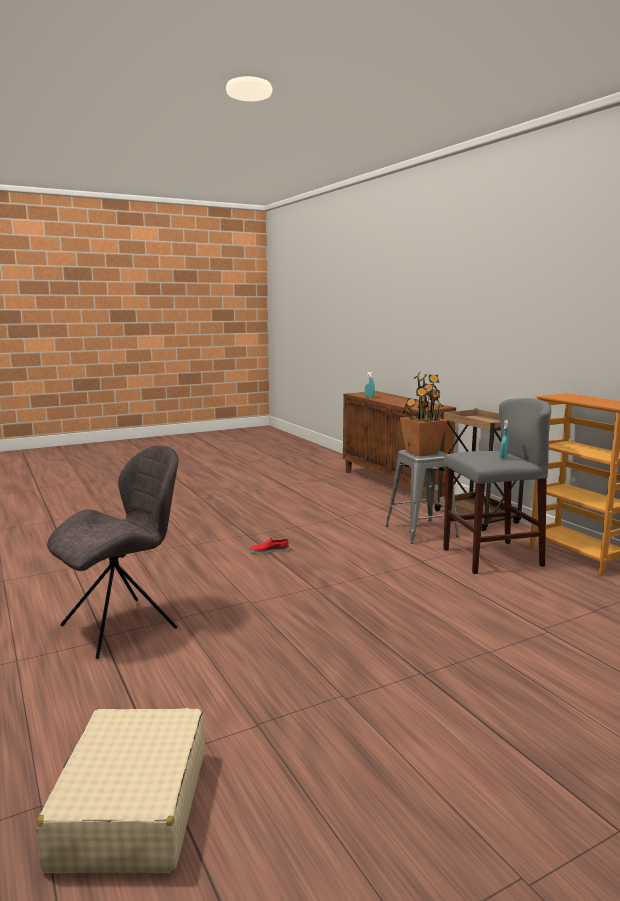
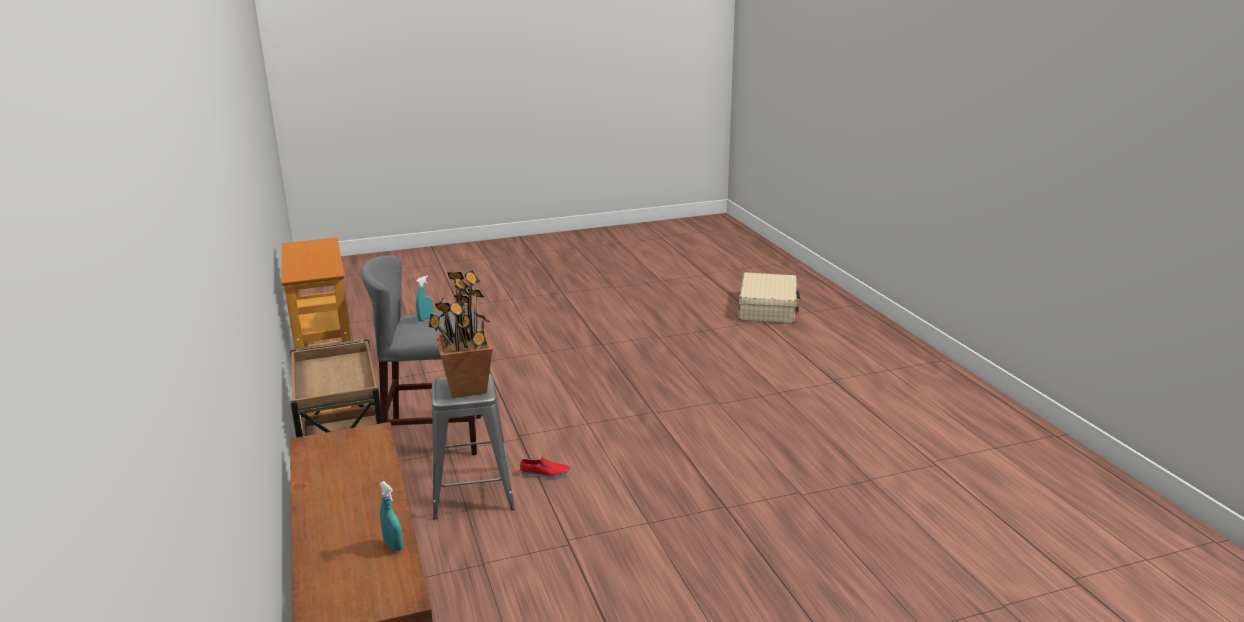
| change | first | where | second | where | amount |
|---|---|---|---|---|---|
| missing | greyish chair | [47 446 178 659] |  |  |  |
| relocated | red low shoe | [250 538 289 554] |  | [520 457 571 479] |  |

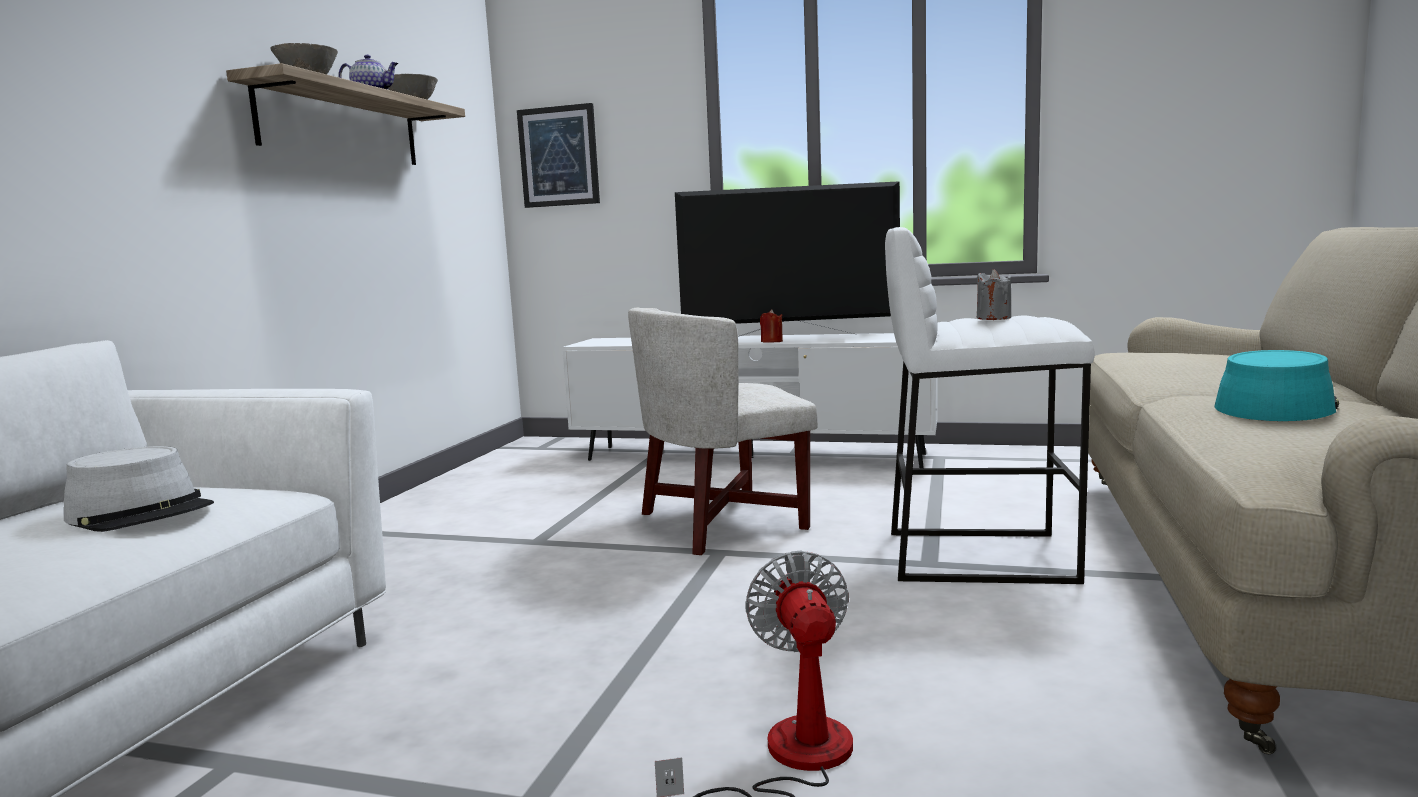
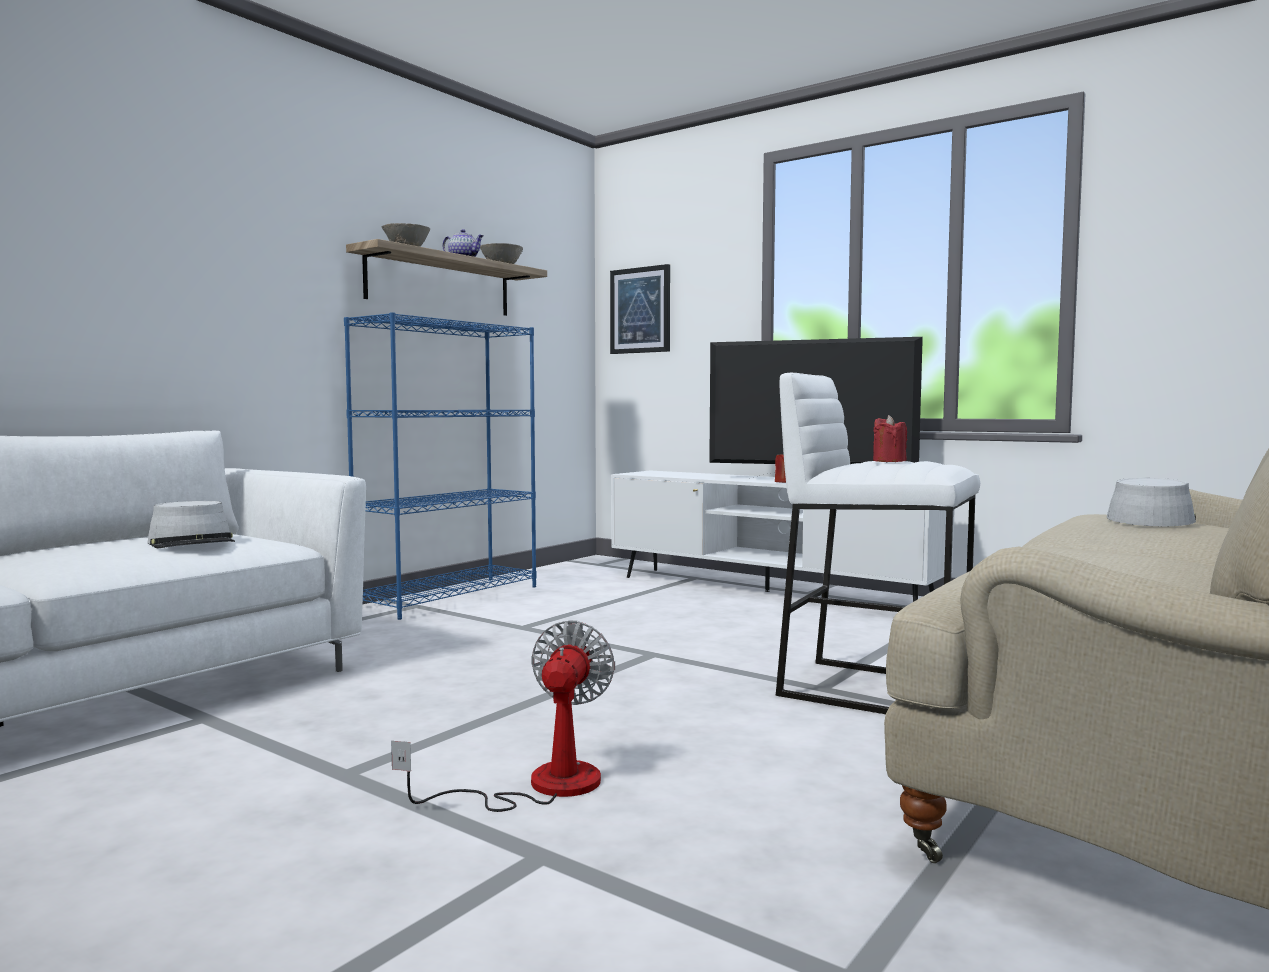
| change | first | where | second | where | amount |
|---|---|---|---|---|---|
| missing | white armchair | [628 308 818 555] |  |  |  |
| colour | greyish candle | [977 269 1011 320] | red candle | [873 415 907 462] |  |
| missing | blue-green hat | [1215 350 1339 421] |  |  |  |
| appeared |  |  | blue shelving unit | [344 312 537 620] |  |
| appeared |  |  | greyish hat | [1107 478 1196 526] |  |

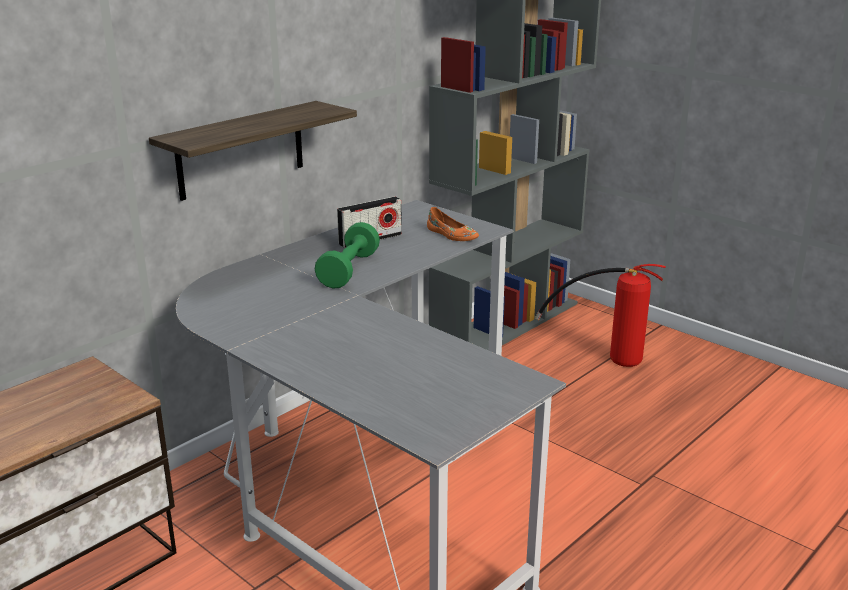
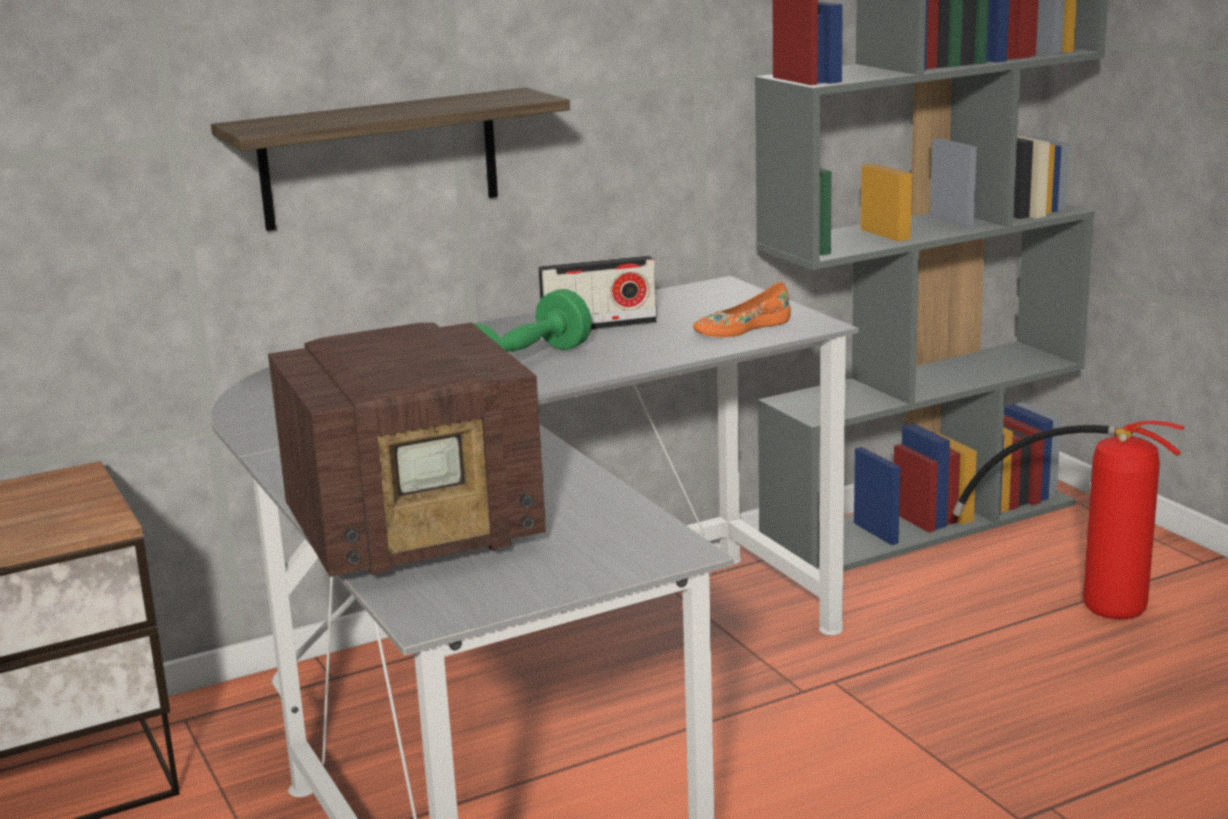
| change | first | where | second | where | amount |
|---|---|---|---|---|---|
| spun | orange-coloured low shoe | [427 207 479 241] |  | [693 282 791 337] | 90 degrees clockwise |
| appeared |  |  | radio receiver | [268 322 546 577] |  |

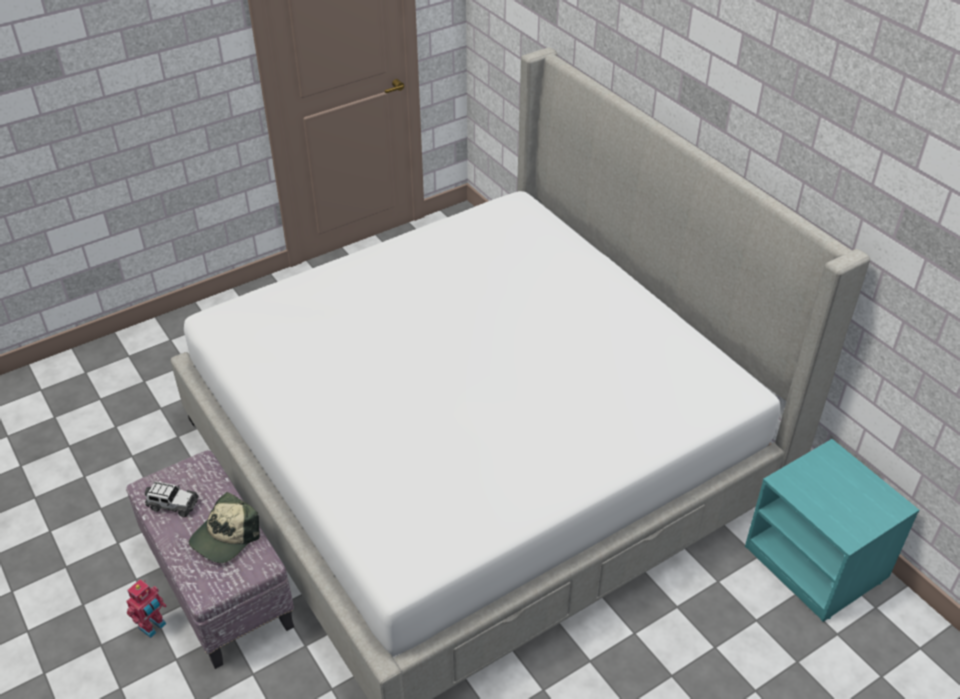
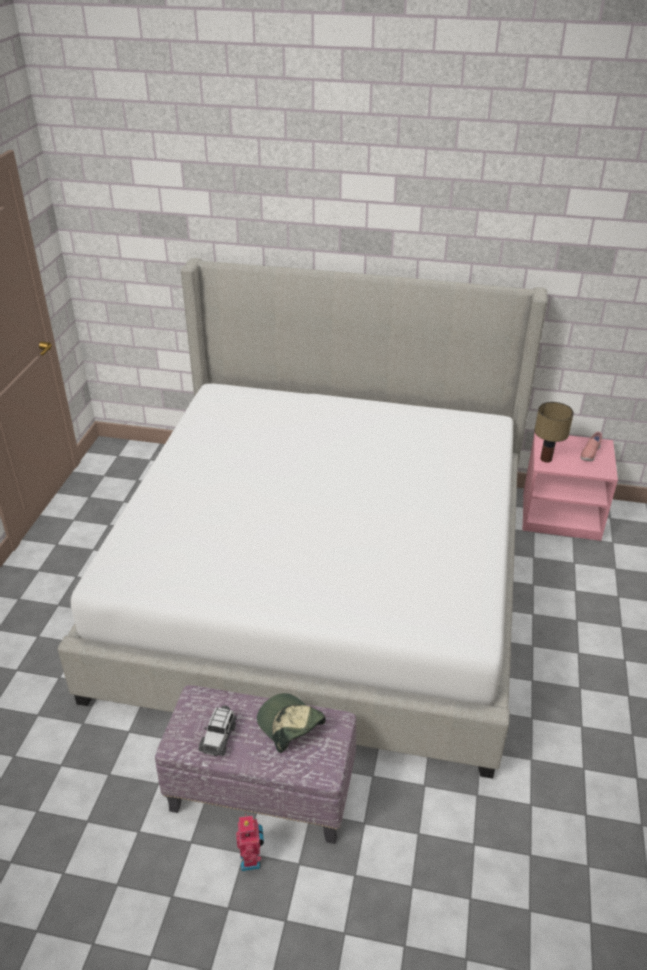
| change | first | where | second | where | amount |
|---|---|---|---|---|---|
| spun | miniature car | [145 481 199 517] |  | [199 705 236 756] | 135 degrees clockwise |
| spun | baseball cap | [189 492 260 563] |  | [257 693 326 753] | 150 degrees clockwise |
| colour | blue-green bedside table | [745 439 919 622] | pink bedside table | [522 431 618 541] |  |
| appeared |  |  | tabletop lamp | [534 402 574 463] |  |
| appeared |  |  | pink low shoe | [580 432 602 461] |  |

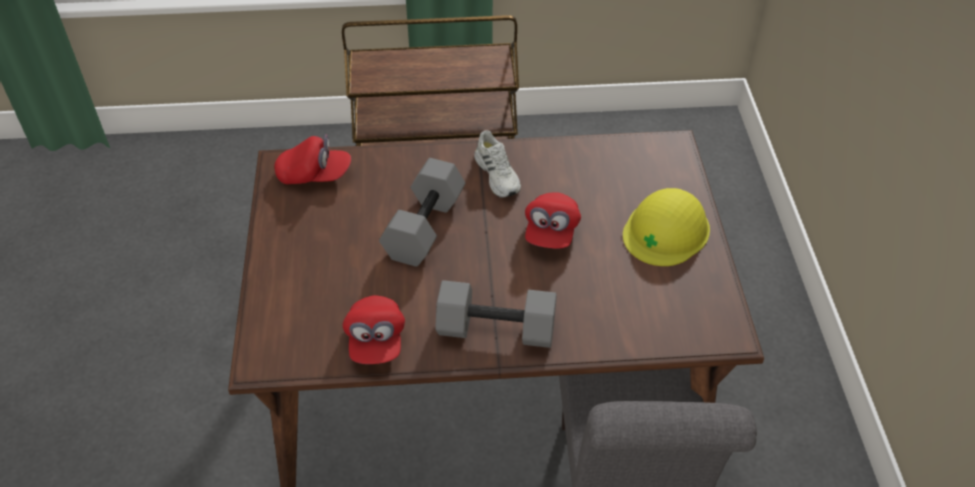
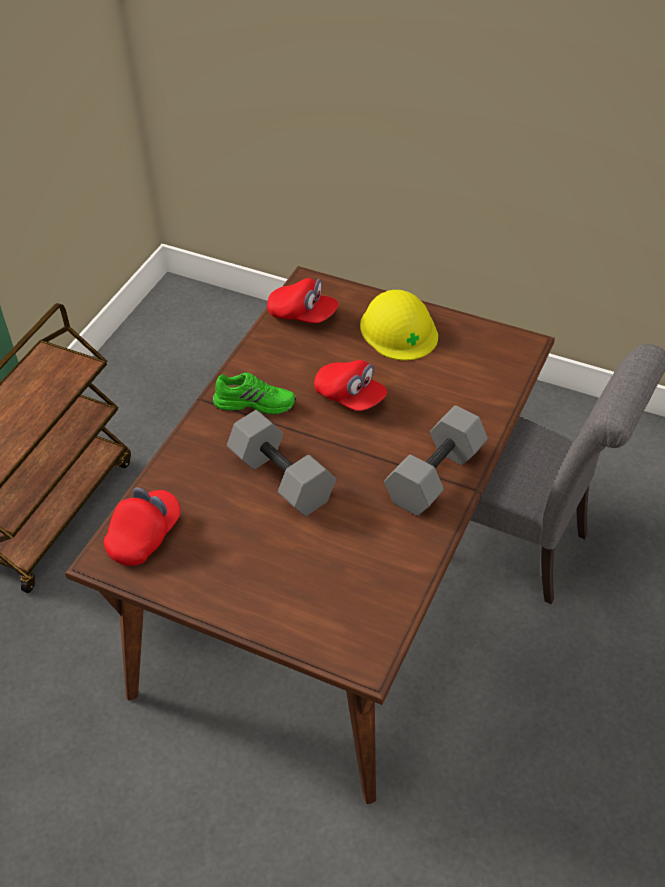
| change | first | where | second | where | amount |
|---|---|---|---|---|---|
| relocated | red baseball cap | [343 295 405 364] |  | [267 278 339 323] |  |
| colour | white low shoe | [474 130 521 198] | green low shoe | [213 373 296 415] |  |

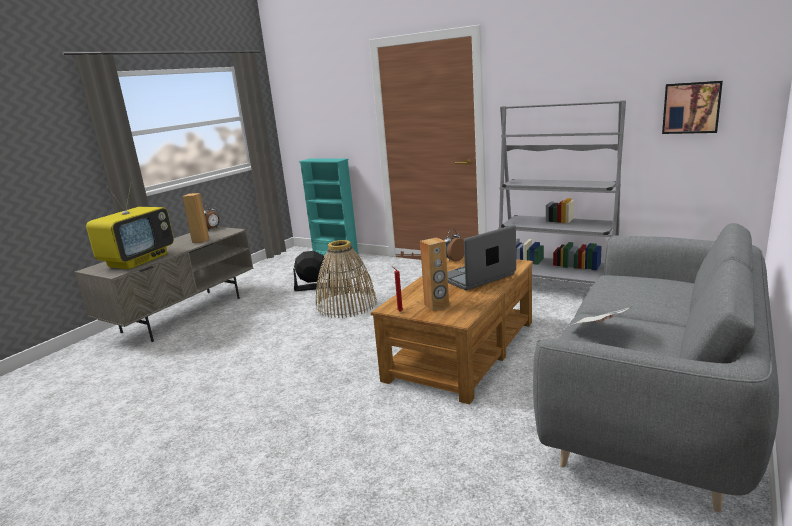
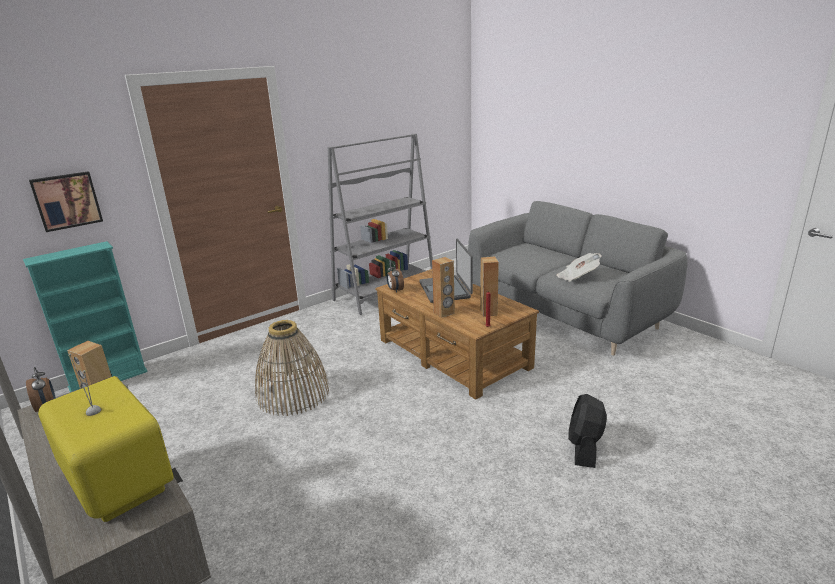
| change | first | where | second | where | amount |
|---|---|---|---|---|---|
| relocated | black-coloured electric fan | [293 251 330 291] |  | [568 394 607 468] |  |
| relocated | picture | [662 81 723 134] |  | [29 171 103 232] |  |
| appeared |  |  | brown-coloured audio speaker | [432 257 455 318] |  |

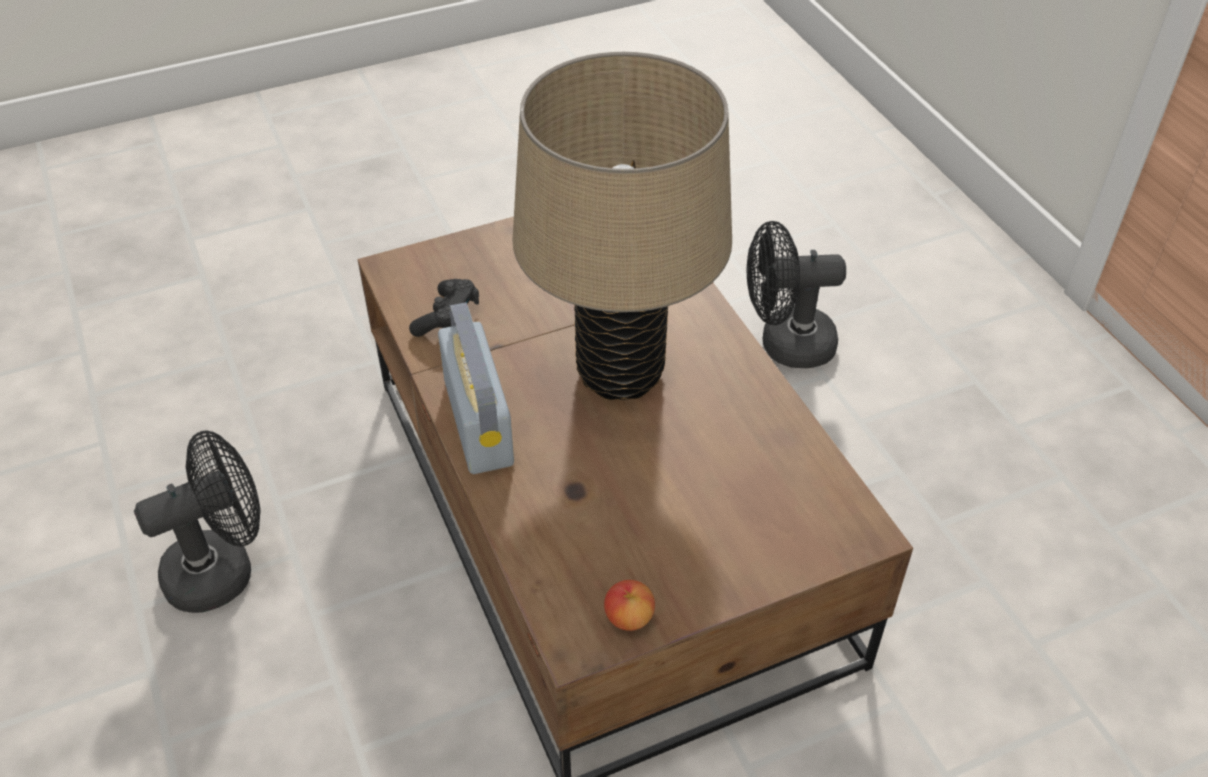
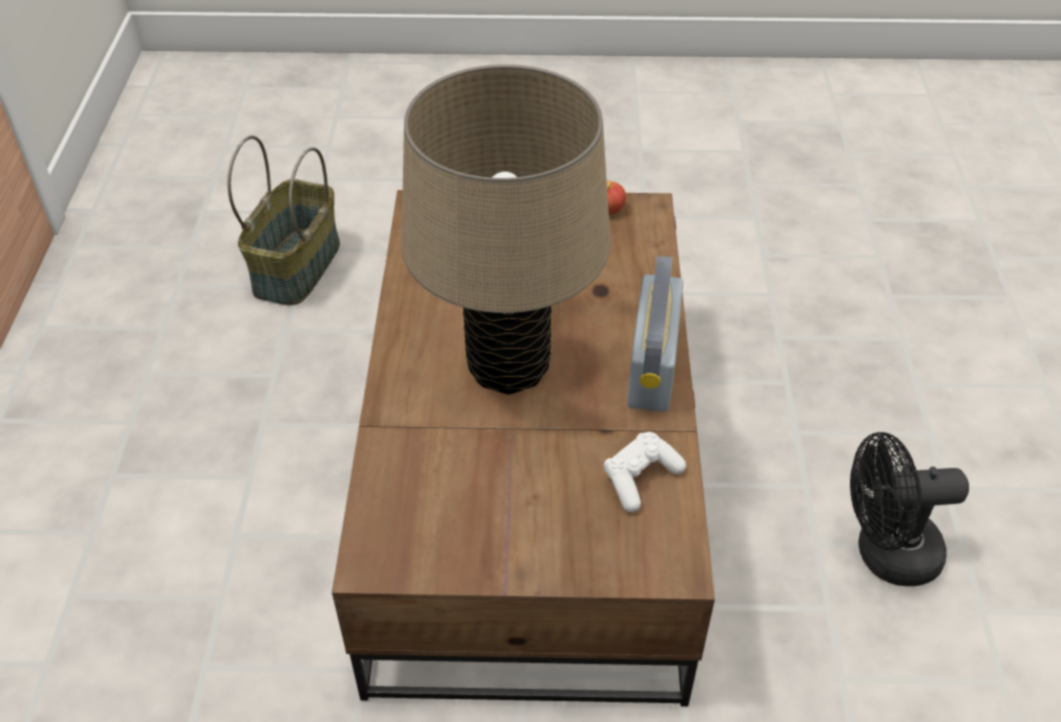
| change | first | where | second | where | amount |
|---|---|---|---|---|---|
| colour | black-coloured joypad | [409 279 479 337] | white joypad | [604 432 686 512] |  |
| missing | black-coloured electric fan | [747 221 846 368] |  |  |  |
| appeared |  |  | storage basket | [227 136 340 306] |  |

